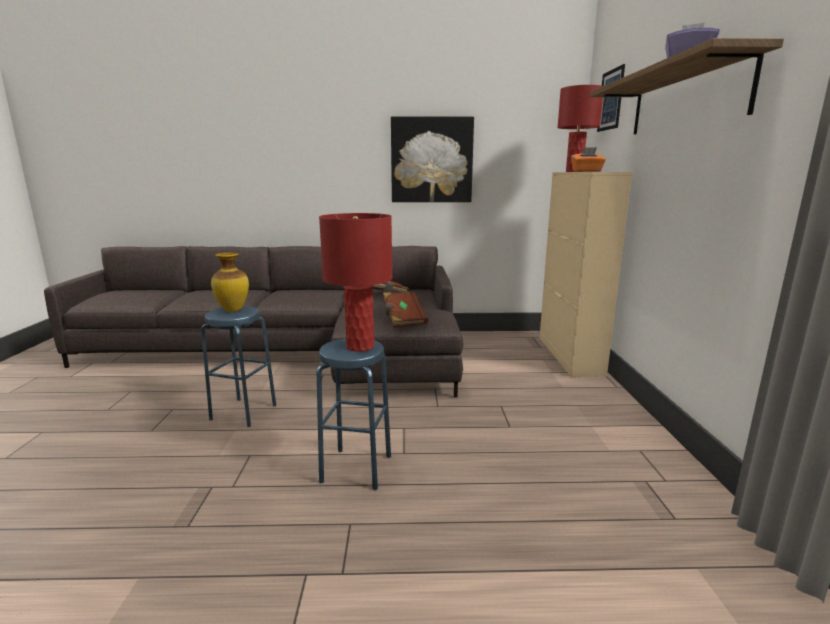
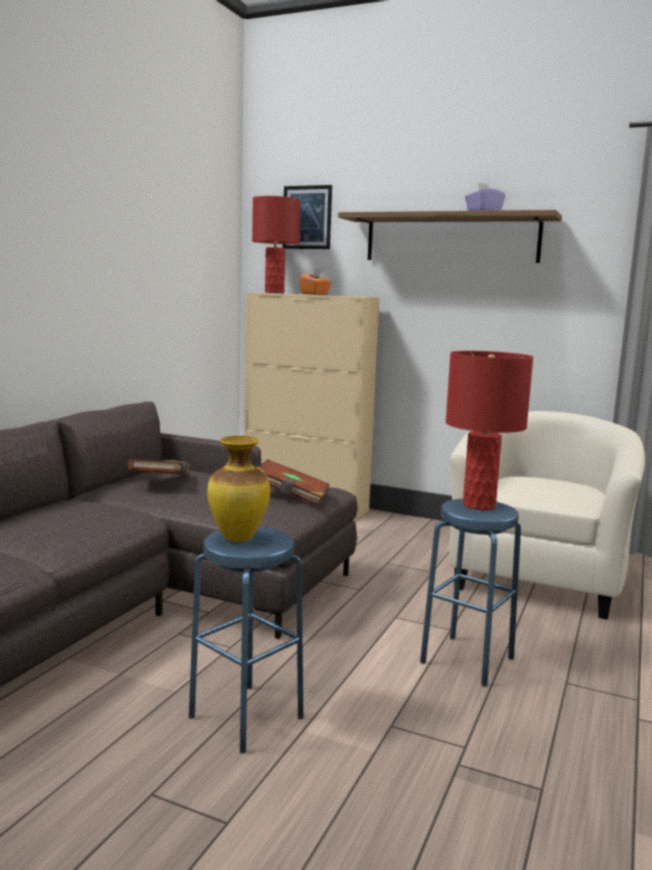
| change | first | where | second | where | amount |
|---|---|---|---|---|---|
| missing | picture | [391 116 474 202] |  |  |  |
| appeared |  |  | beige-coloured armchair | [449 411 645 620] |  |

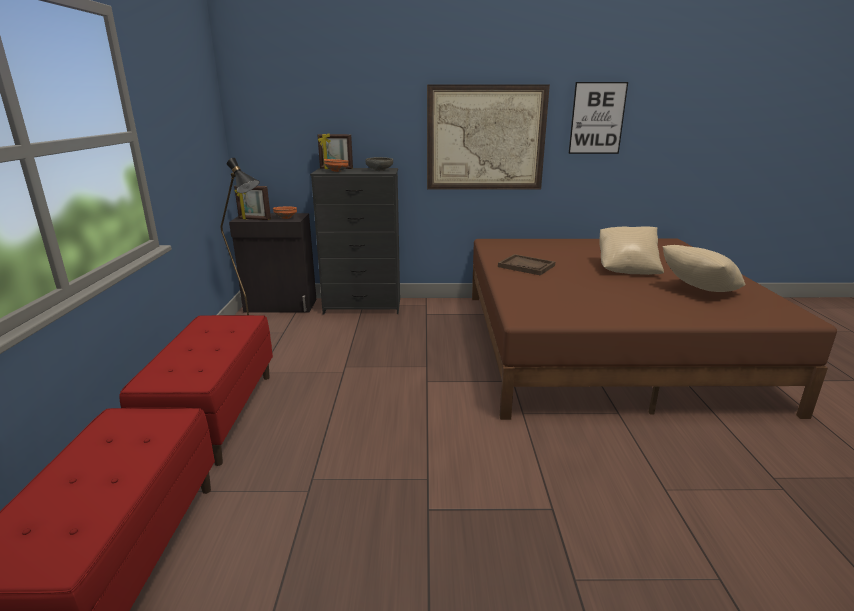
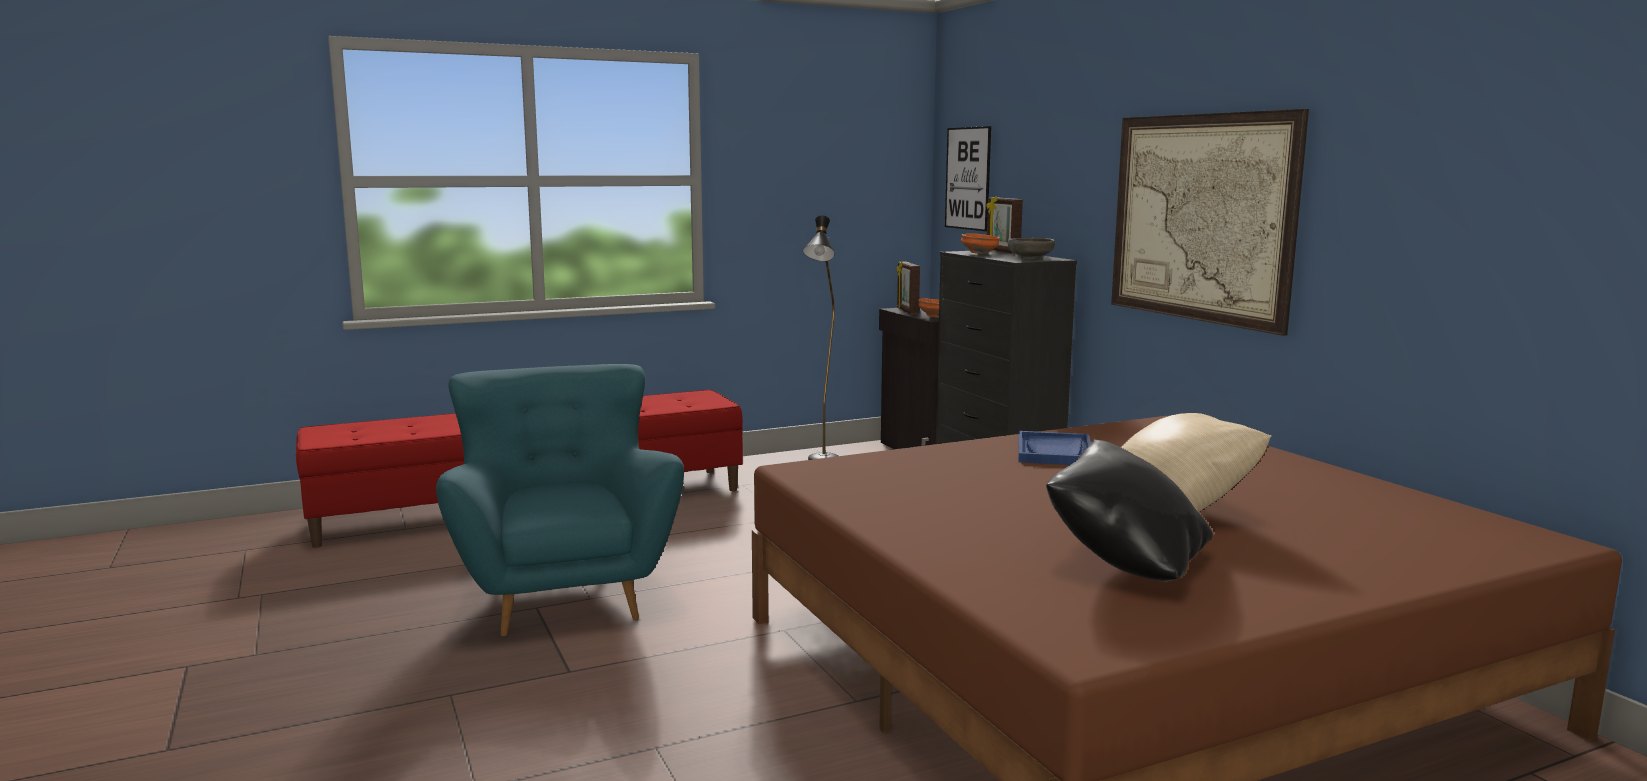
| change | first | where | second | where | amount |
|---|---|---|---|---|---|
| colour | brown-coloured serving tray | [498 254 555 275] | blue serving tray | [1018 431 1091 465] |  |
| relocated | picture | [568 82 628 154] |  | [945 126 991 231] |  |
| colour | beige-coloured throw pillow | [662 245 745 292] | black-coloured throw pillow | [1046 439 1213 582] |  |
| appeared |  |  | blue-green armchair | [436 364 684 636] |  |

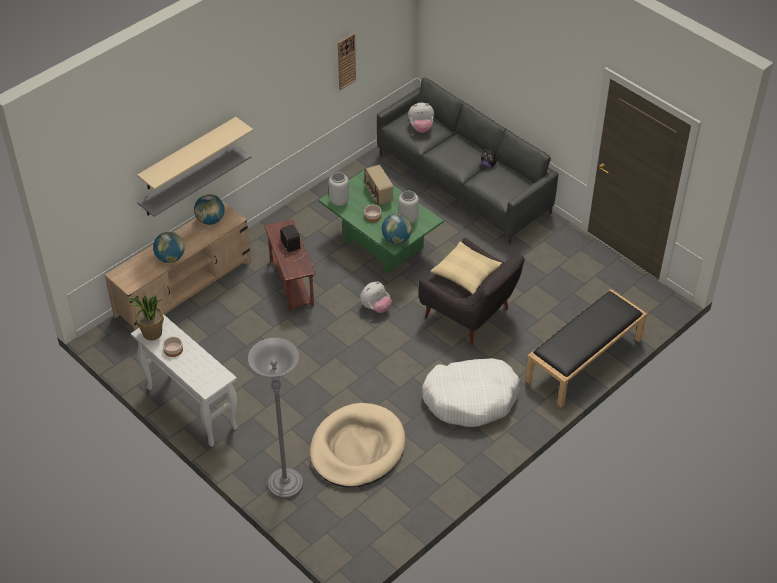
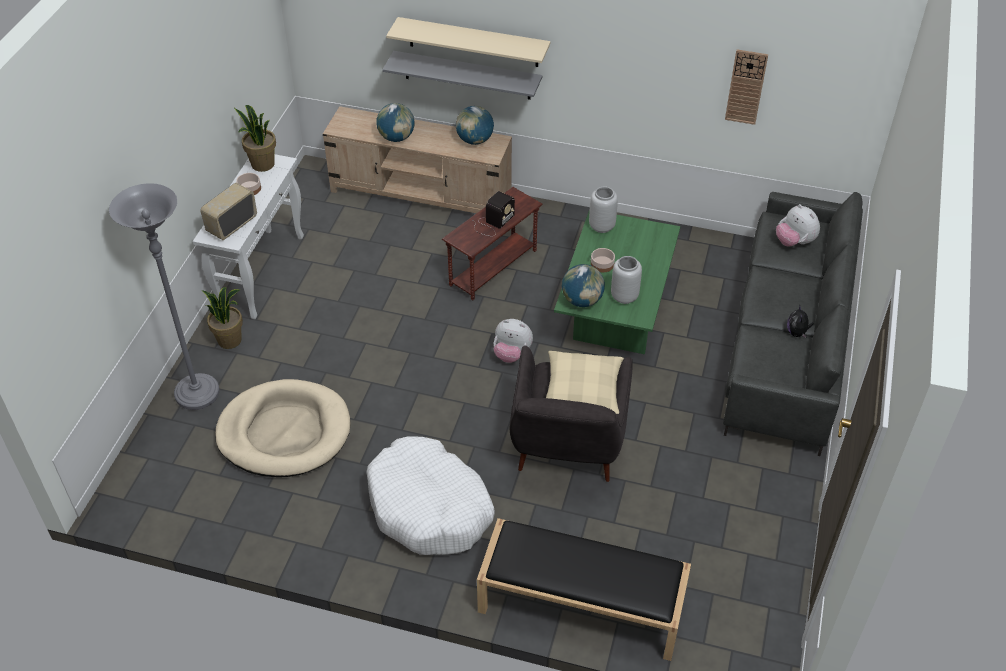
| change | first | where | second | where | amount |
|---|---|---|---|---|---|
| relocated | radio receiver | [365 164 393 205] |  | [200 183 257 240] |  |
| appeared |  |  | houseplant | [202 287 243 349] |  |

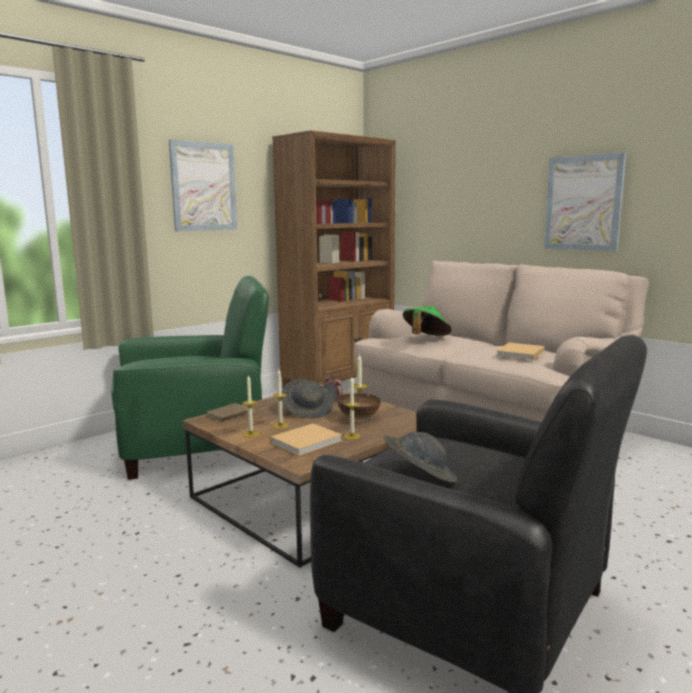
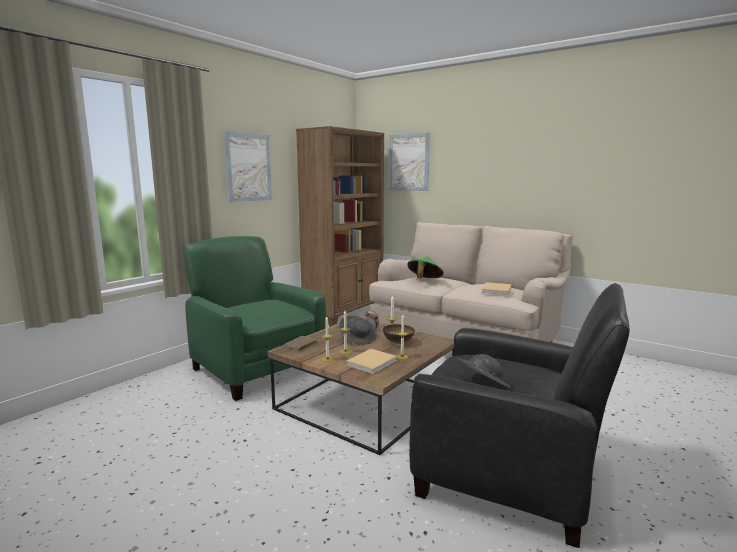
| change | first | where | second | where | amount |
|---|---|---|---|---|---|
| spun | green armchair | [111 276 269 480] |  | [183 236 326 401] | 105 degrees counterclockwise |
| relocated | picture | [544 152 626 251] |  | [389 133 430 191] |  |

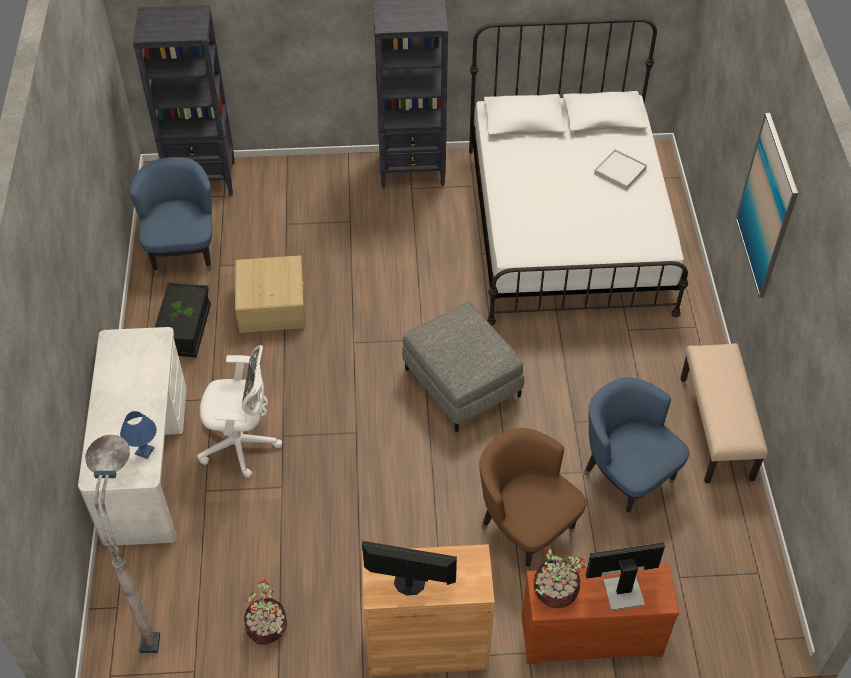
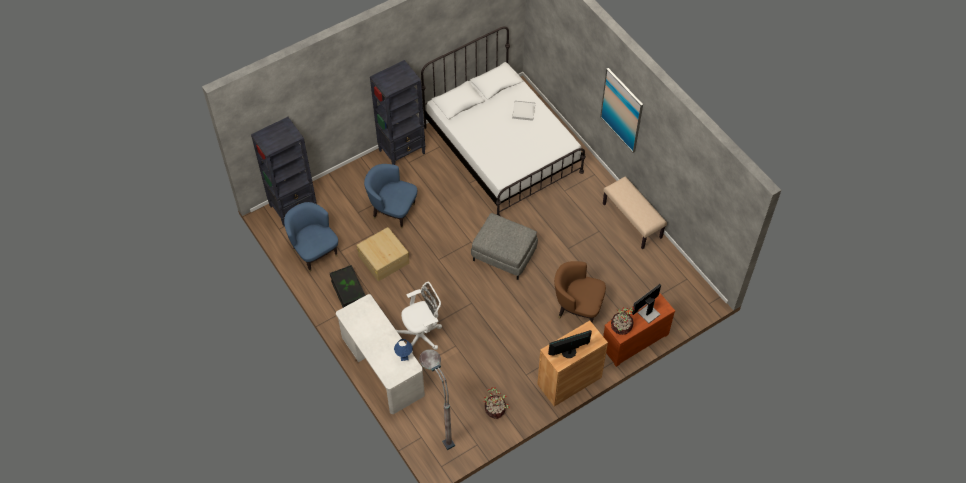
| change | first | where | second | where | amount |
|---|---|---|---|---|---|
| relocated | blue armchair | [584 377 689 516] |  | [364 164 417 229] |  |

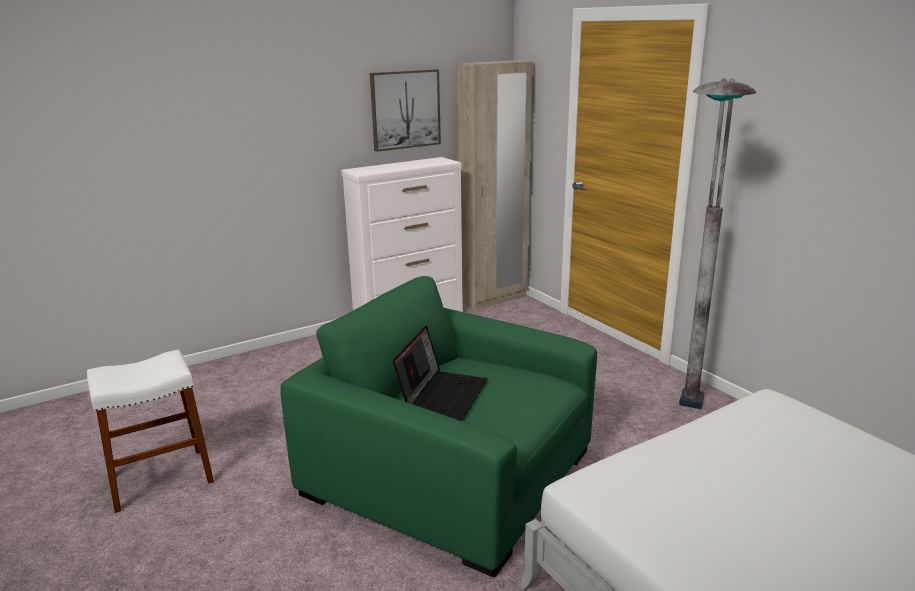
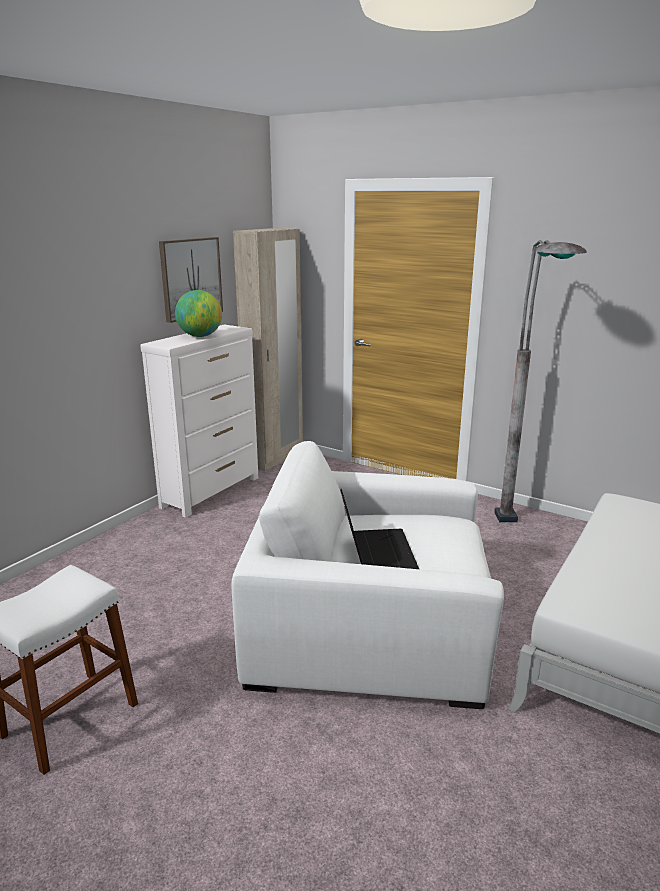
| change | first | where | second | where | amount |
|---|---|---|---|---|---|
| colour | green armchair | [280 276 597 577] | white armchair | [231 441 504 709] |  |
| appeared |  |  | world globe | [175 290 222 337] |  |

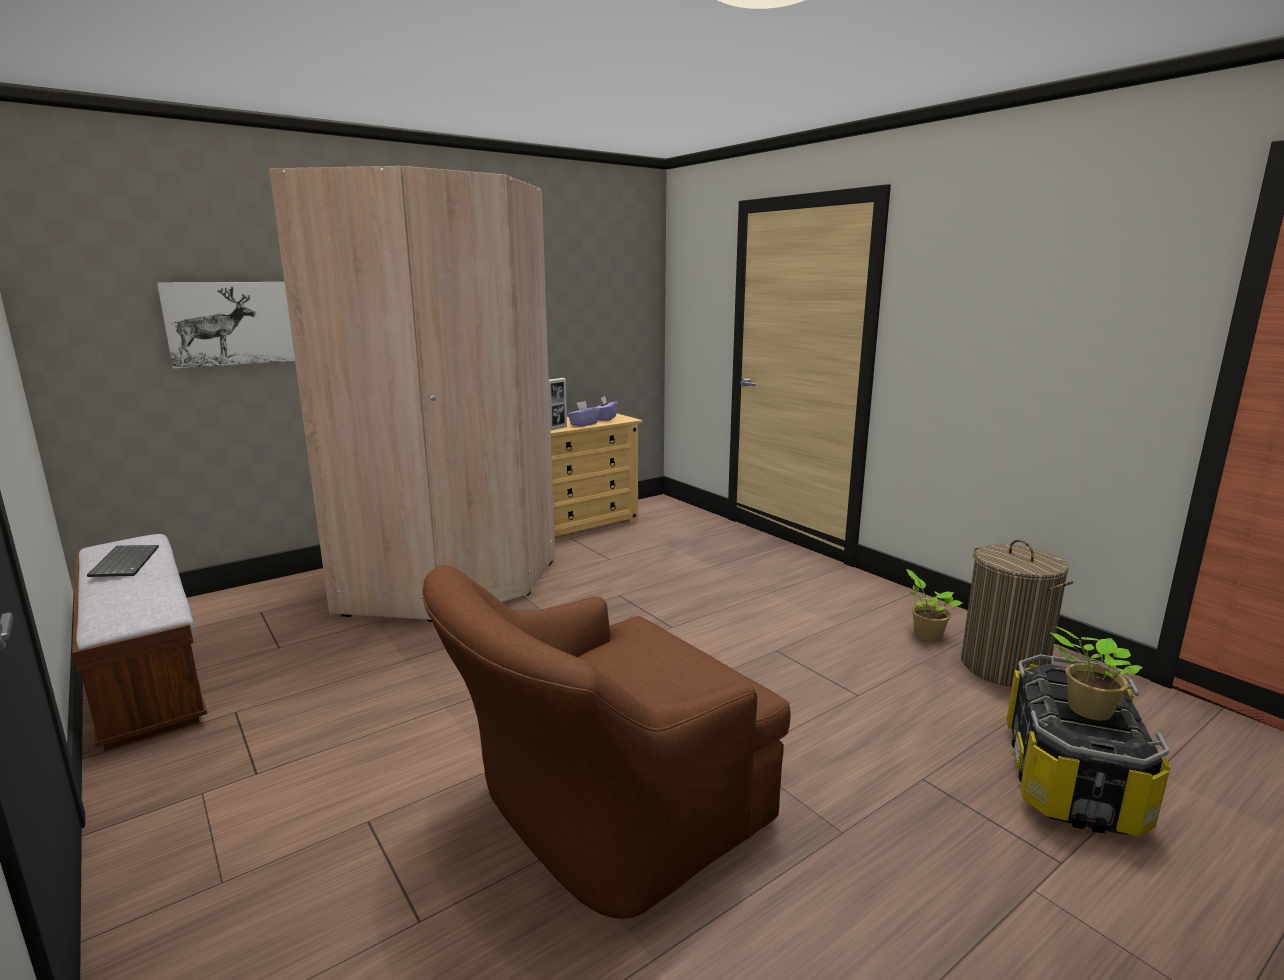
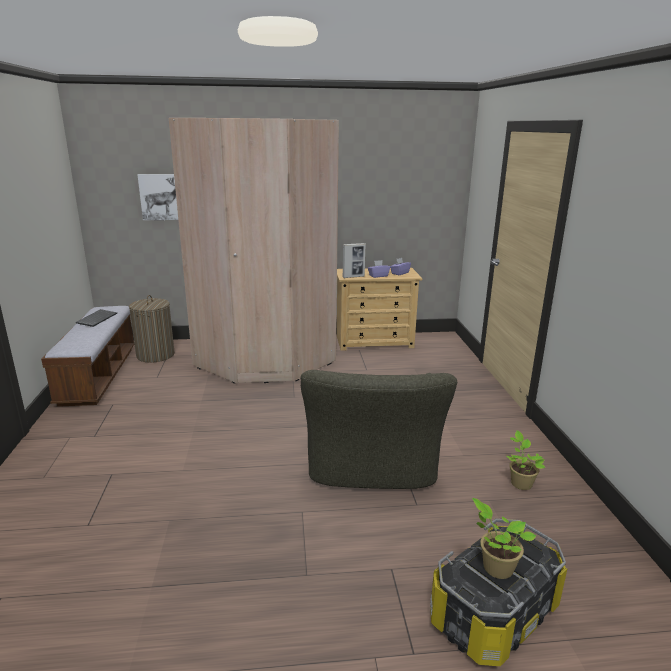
| change | first | where | second | where | amount |
|---|---|---|---|---|---|
| missing | brown-coloured armchair | [422 565 791 919] |  |  |  |
| relocated | hamper | [961 539 1073 687] |  | [129 295 175 363] |  |
| appeared |  |  | green armchair | [300 370 458 489] |  |

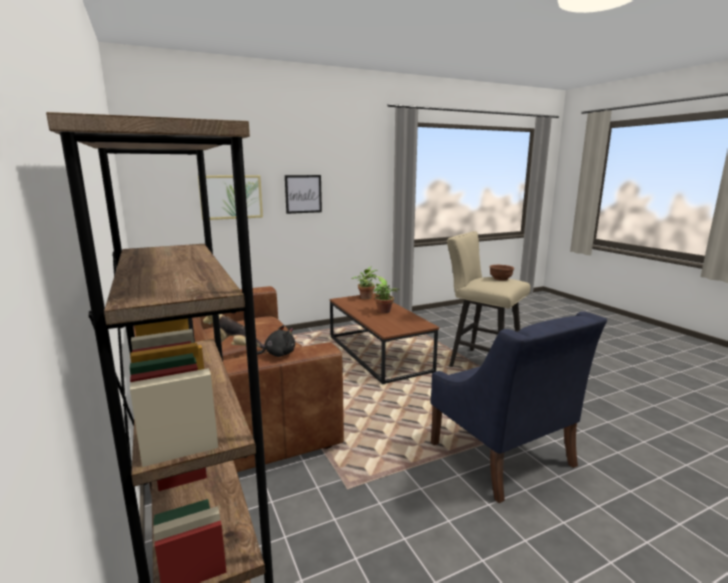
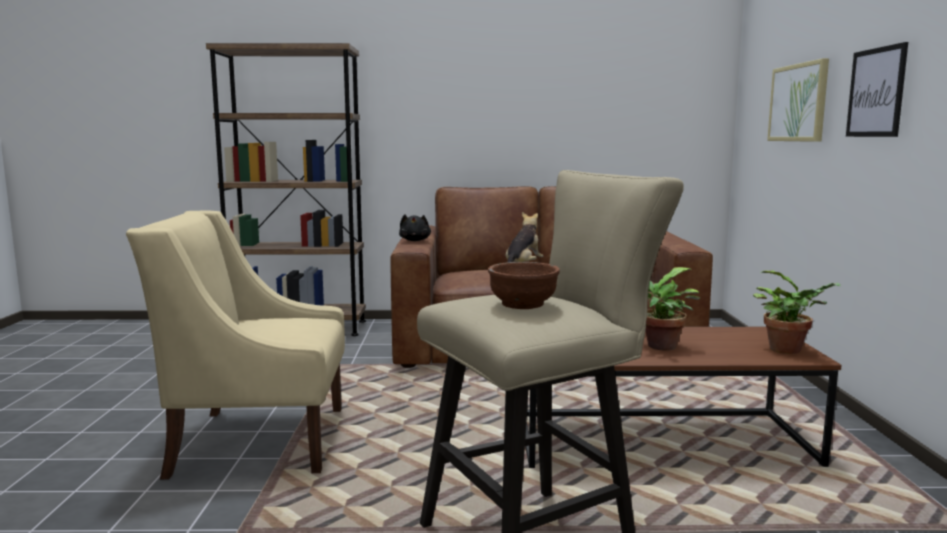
| change | first | where | second | where | amount |
|---|---|---|---|---|---|
| colour | blue armchair | [431 311 607 503] | beige-coloured armchair | [126 210 345 480] |  |

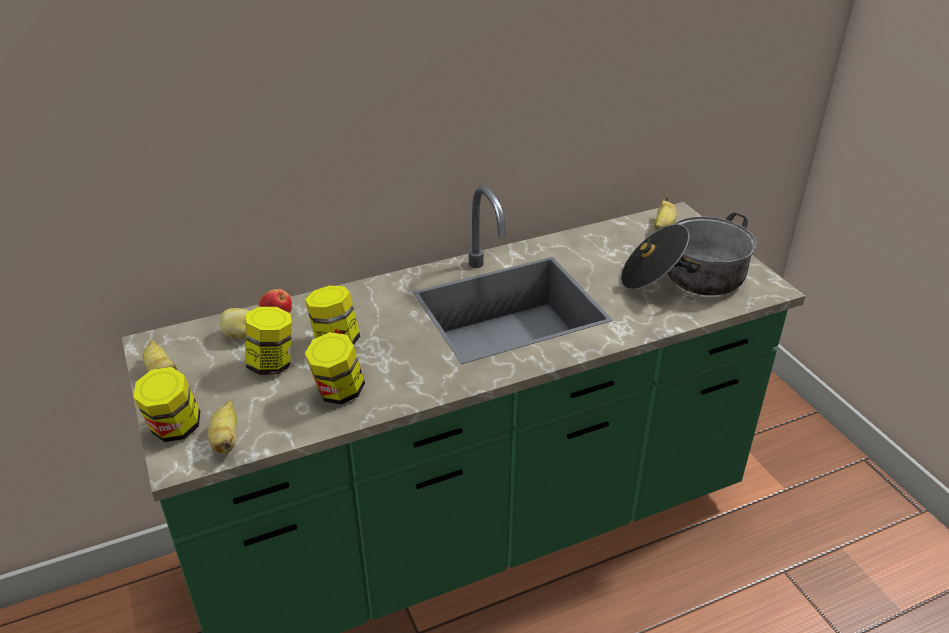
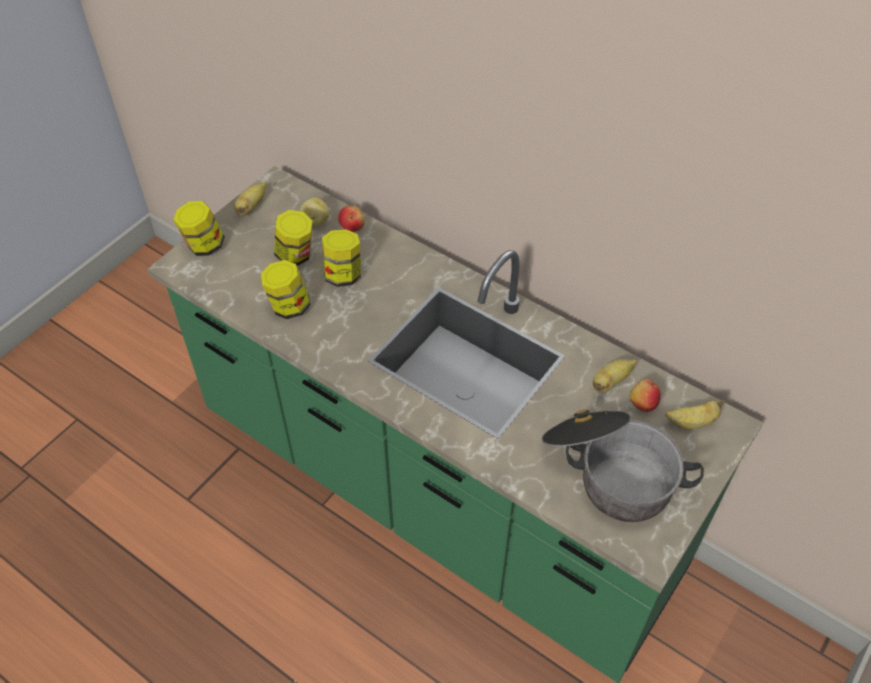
| change | first | where | second | where | amount |
|---|---|---|---|---|---|
| relocated | whole banana | [208 400 237 454] |  | [593 359 637 393] |  |
| appeared |  |  | whole apple | [630 379 661 412] |  |

